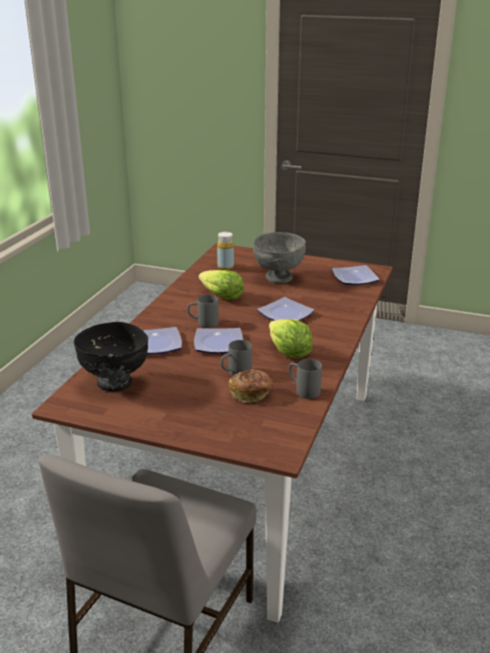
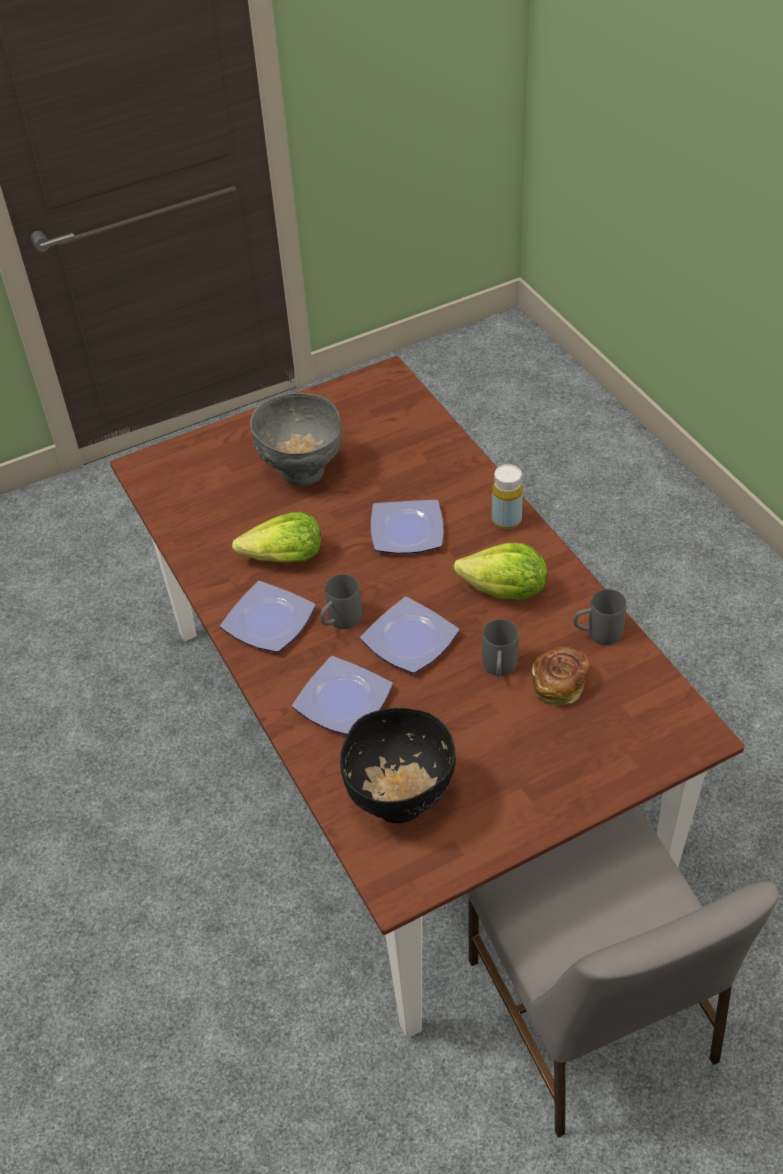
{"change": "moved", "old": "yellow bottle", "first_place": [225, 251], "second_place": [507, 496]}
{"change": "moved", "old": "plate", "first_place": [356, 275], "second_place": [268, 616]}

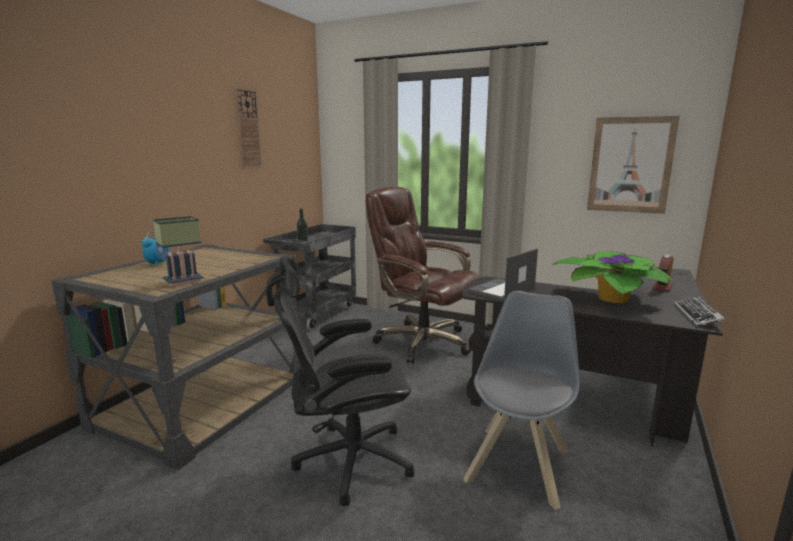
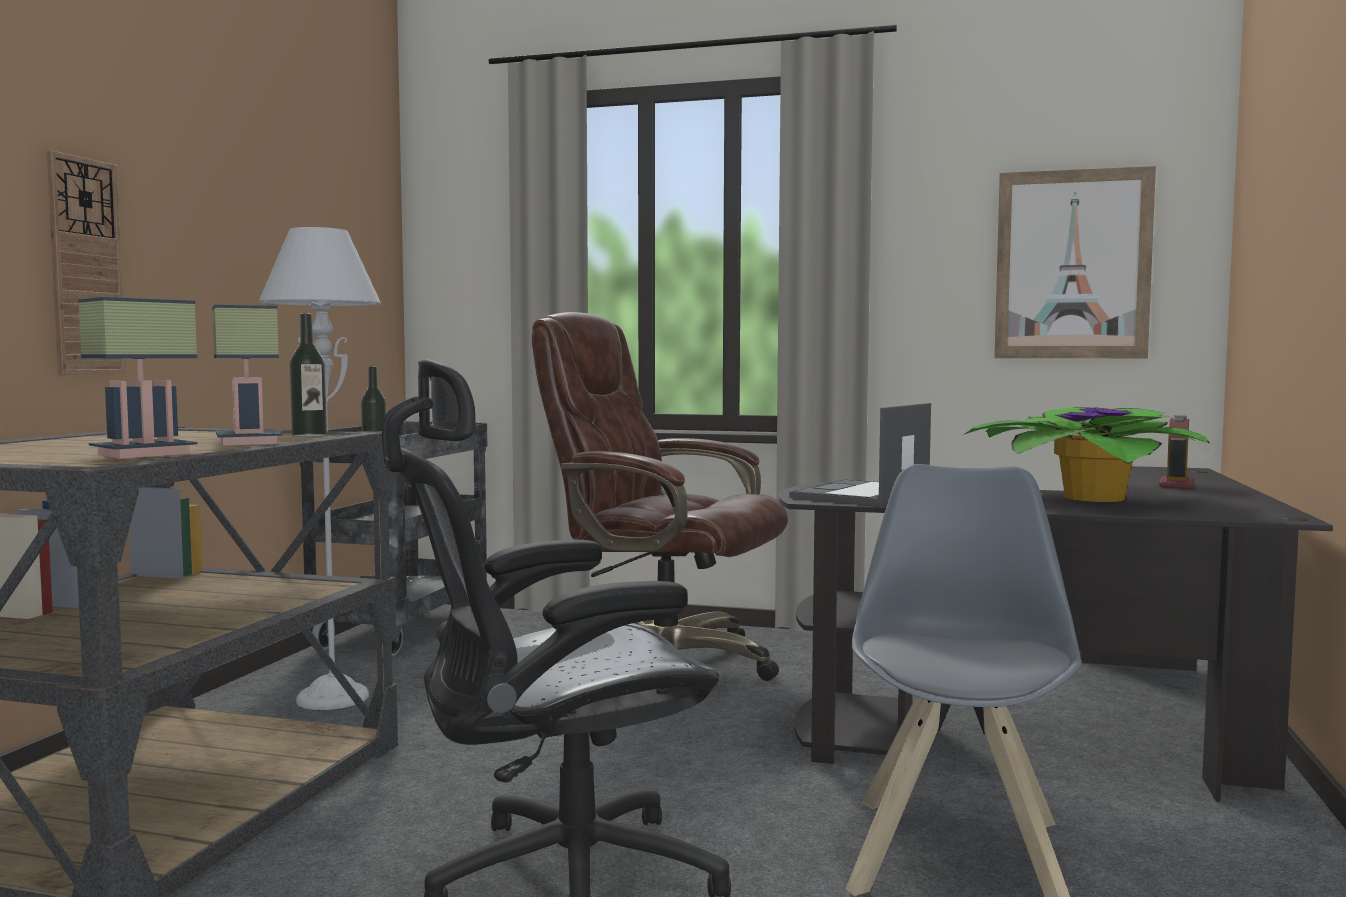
{"change": "removed", "old": "alarm clock", "first_place": [156, 249]}
{"change": "moved", "old": "wall clock", "first_place": [249, 128], "second_place": [86, 262]}
{"change": "removed", "old": "keyboard", "first_place": [700, 311]}
{"change": "added", "new": "table lamp", "second_place": [247, 375]}
{"change": "added", "new": "grey floor lamp", "second_place": [320, 468]}
{"change": "added", "new": "bottle", "second_place": [308, 375]}

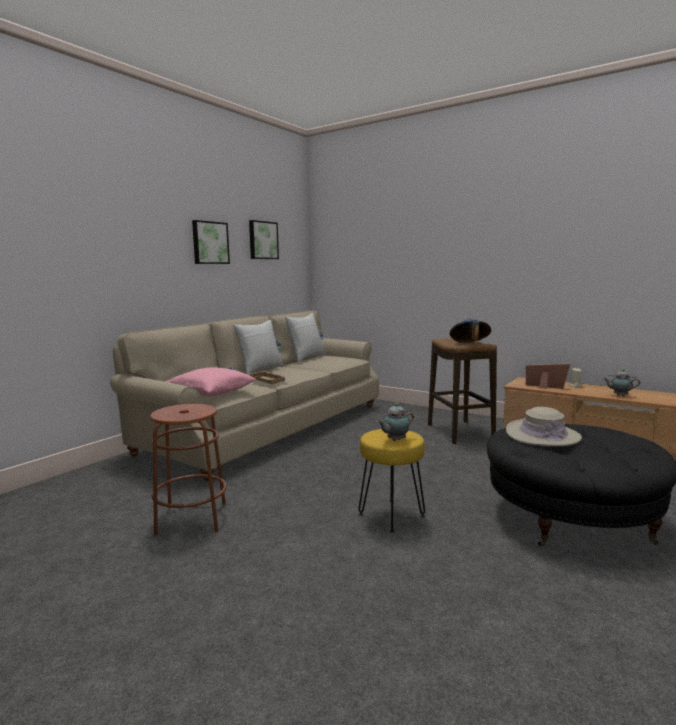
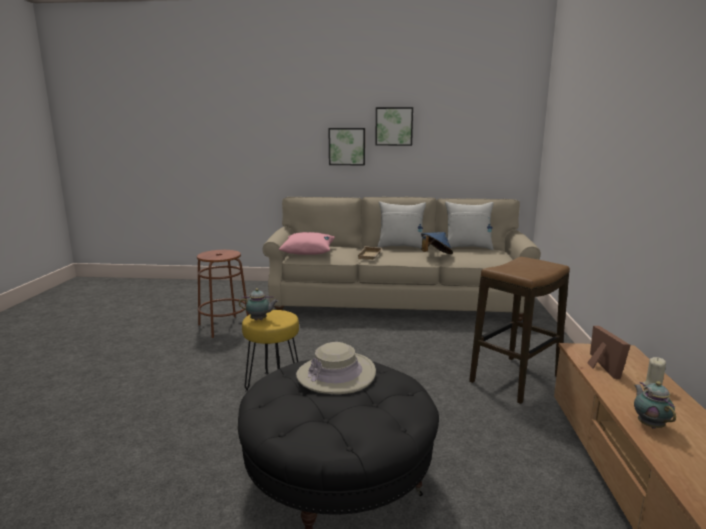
{"change": "moved", "old": "picture", "first_place": [264, 239], "second_place": [346, 146]}
{"change": "turned", "old": "teapot", "first_place": [395, 422], "second_place": [258, 304], "degrees": 150}
{"change": "moved", "old": "blue hat", "first_place": [470, 330], "second_place": [437, 243]}

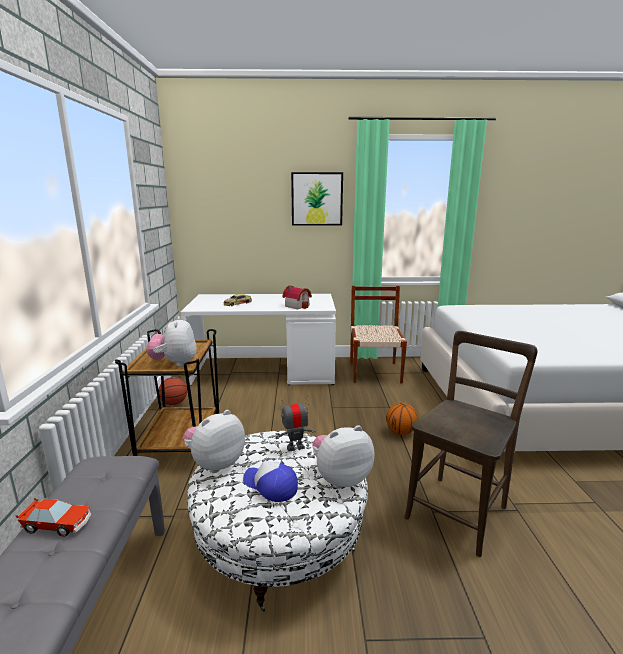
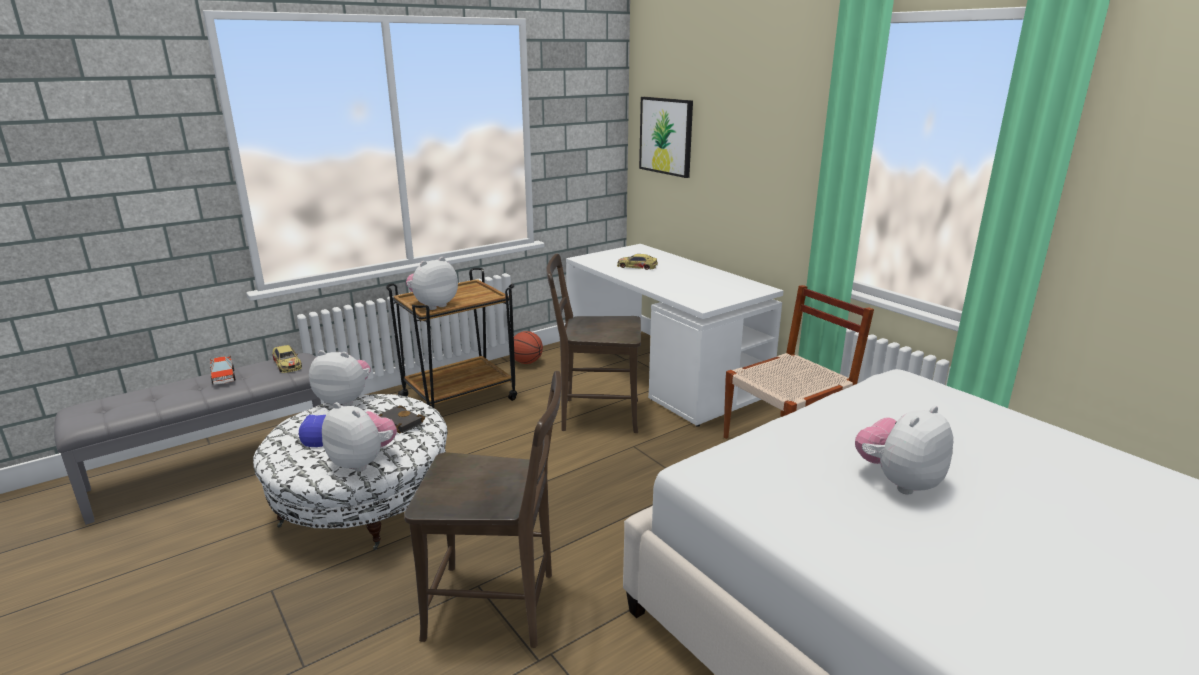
{"change": "replaced", "old": "toy robot", "new": "black book", "first_place": [295, 423], "second_place": [402, 419]}
{"change": "removed", "old": "toy house", "first_place": [297, 297]}
{"change": "moved", "old": "picture", "first_place": [317, 199], "second_place": [666, 137]}
{"change": "removed", "old": "basketball", "first_place": [402, 419]}
{"change": "added", "new": "toy car", "second_place": [287, 359]}
{"change": "added", "new": "brown chair", "second_place": [593, 343]}
{"change": "added", "new": "plush toy", "second_place": [904, 450]}

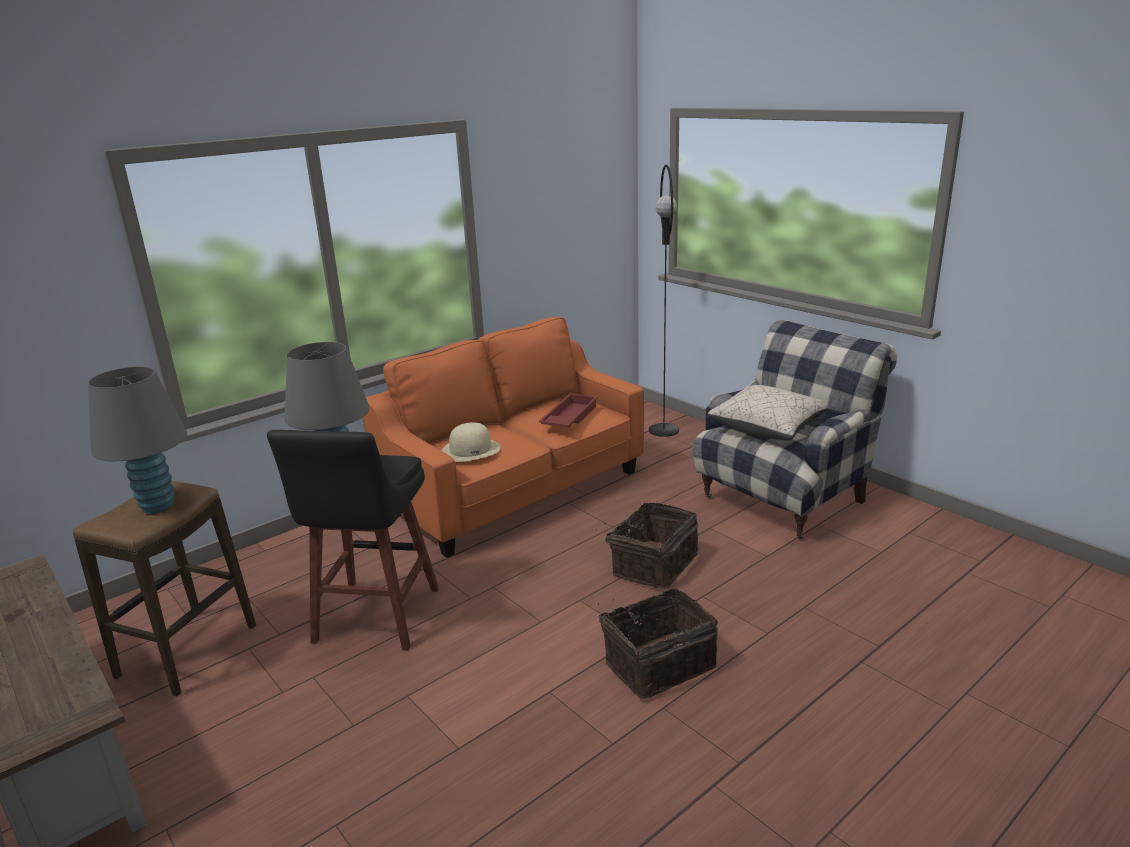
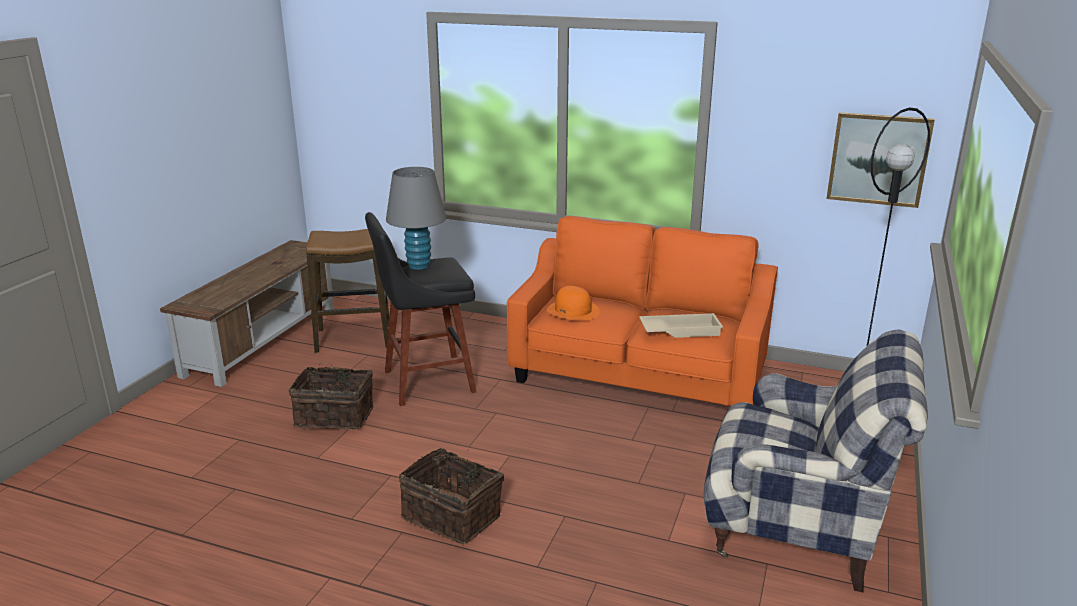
{"change": "removed", "old": "grey table lamp", "first_place": [137, 440]}
{"change": "recoloured", "old": "beige hat", "new": "orange hat", "first_place": [471, 442], "second_place": [573, 303]}
{"change": "recoloured", "old": "red tray", "new": "beige tray", "first_place": [568, 410], "second_place": [681, 325]}
{"change": "moved", "old": "basket", "first_place": [647, 546], "second_place": [331, 396]}
{"change": "removed", "old": "beige pillow", "first_place": [767, 412]}
{"change": "added", "new": "picture", "second_place": [880, 160]}

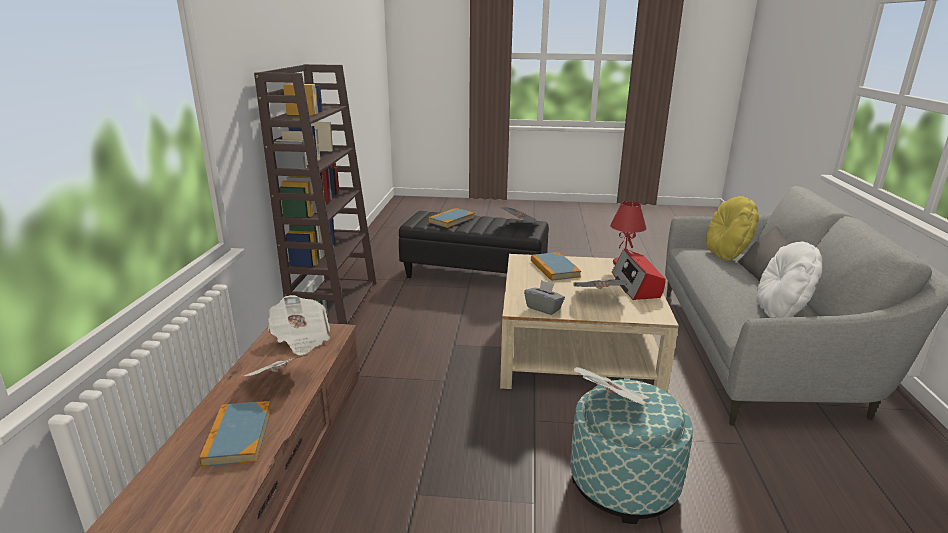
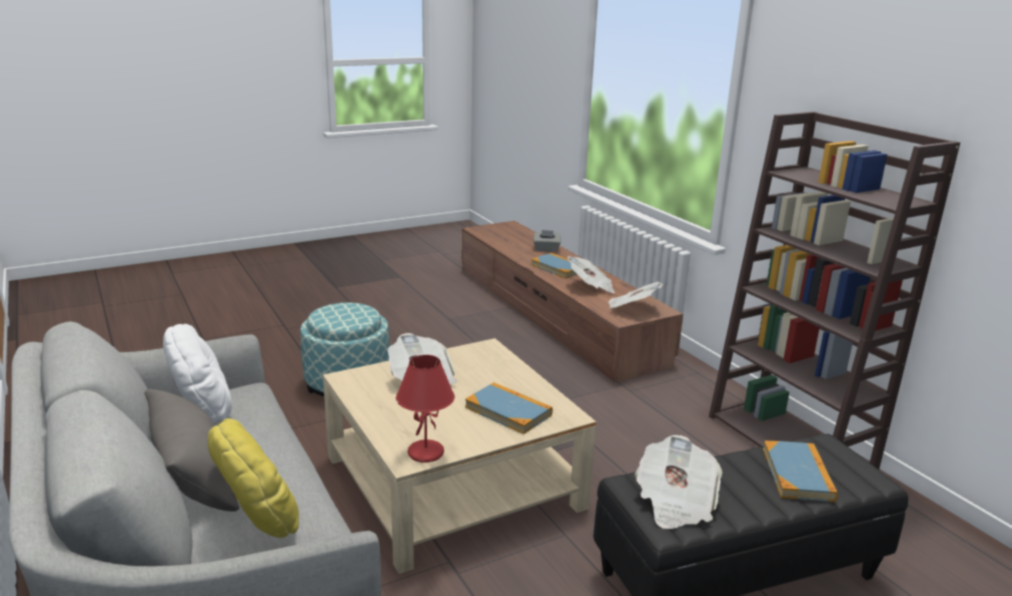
{"change": "moved", "old": "grey tissue box", "first_place": [544, 297], "second_place": [547, 241]}
{"change": "removed", "old": "newspaper", "first_place": [611, 386]}
{"change": "removed", "old": "radio", "first_place": [638, 274]}

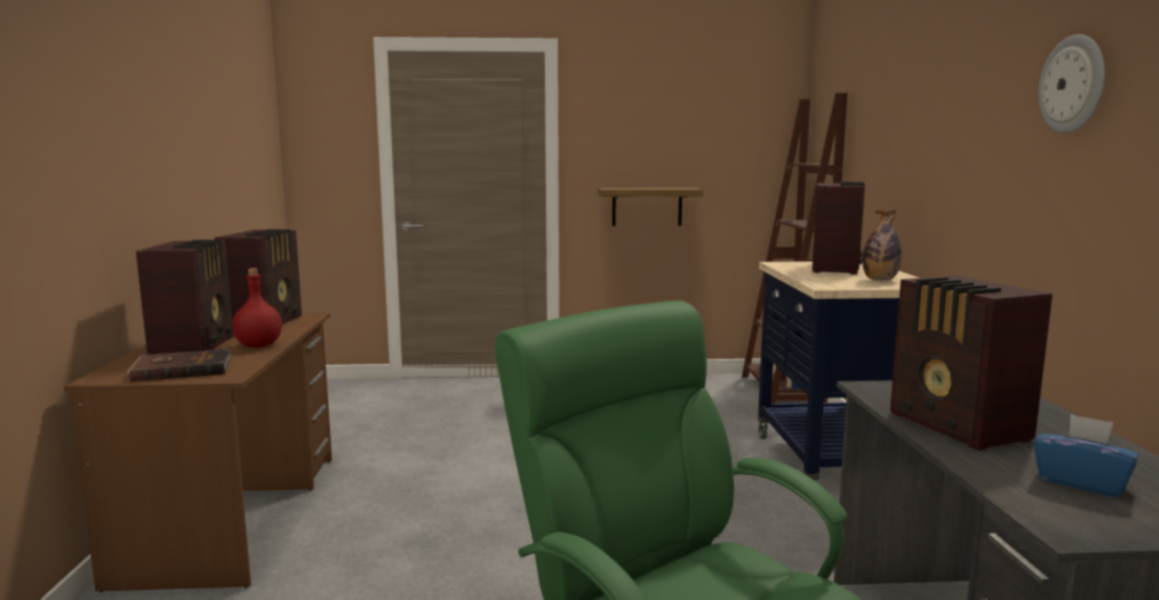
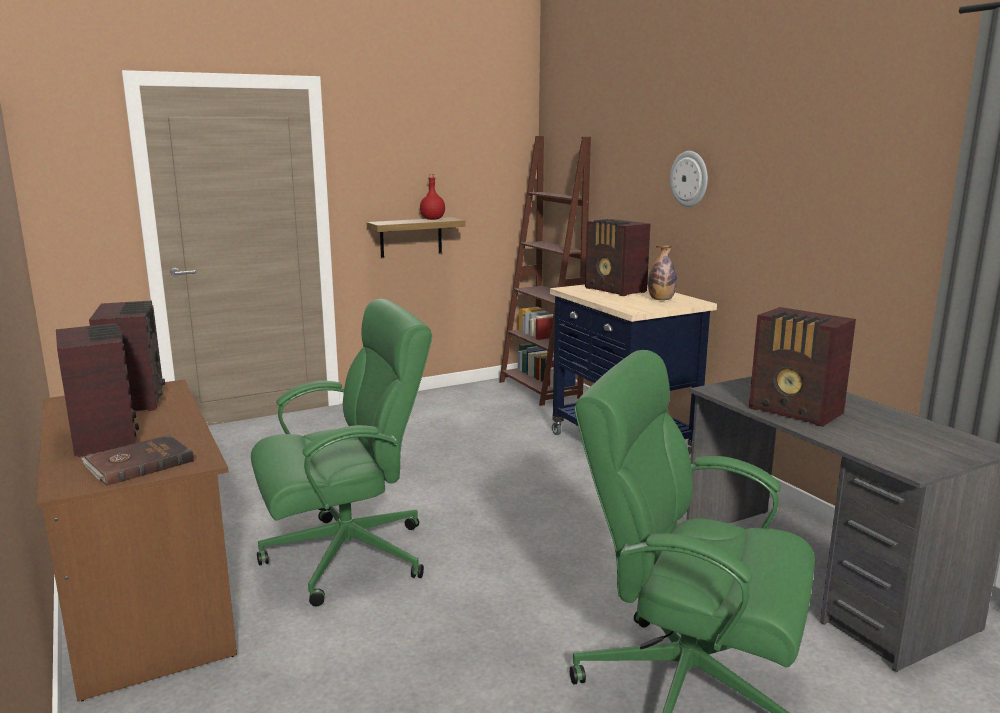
{"change": "moved", "old": "red bottle", "first_place": [257, 308], "second_place": [432, 197]}
{"change": "turned", "old": "radio", "first_place": [838, 228], "second_place": [617, 257], "degrees": 150}
{"change": "removed", "old": "blue tissue box", "first_place": [1086, 456]}
{"change": "moved", "old": "wall clock", "first_place": [1071, 83], "second_place": [689, 179]}
{"change": "added", "new": "green office chair", "second_place": [341, 452]}

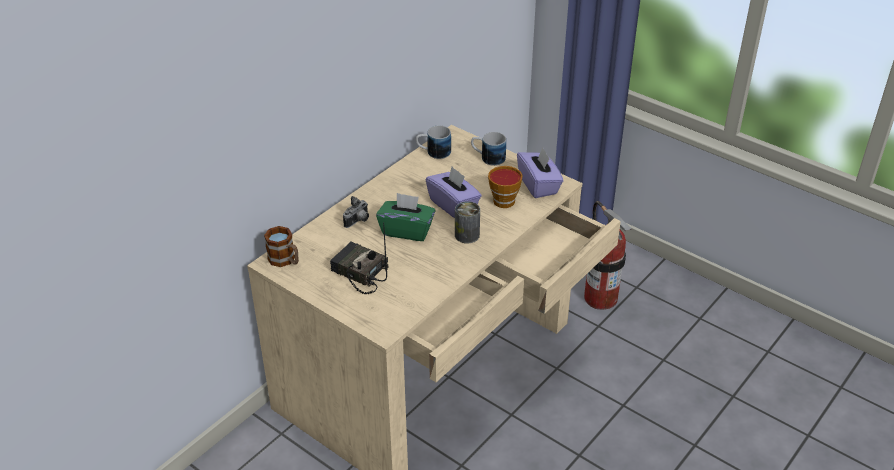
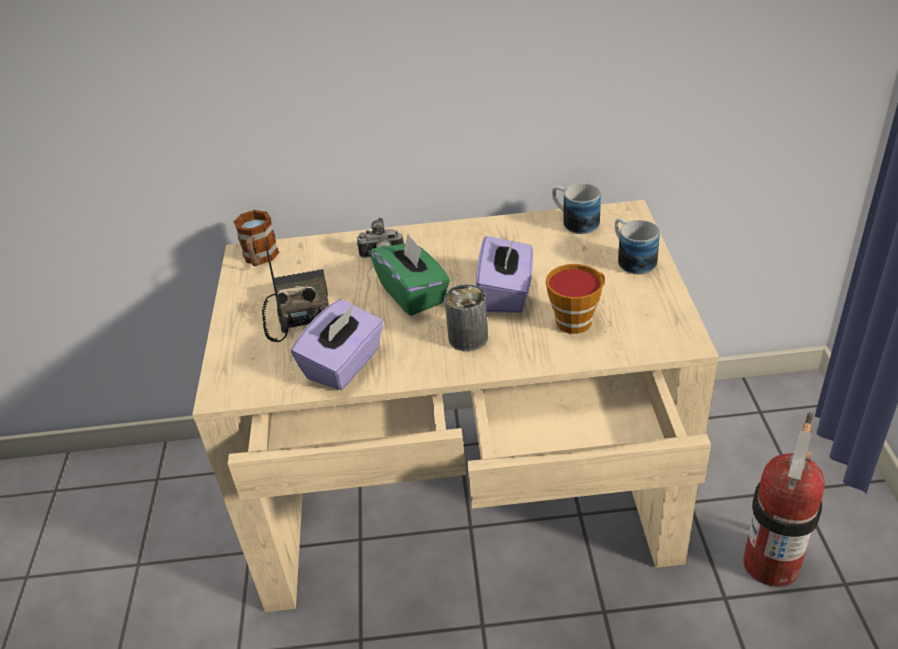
{"change": "moved", "old": "purple tissue box", "first_place": [540, 172], "second_place": [337, 344]}

